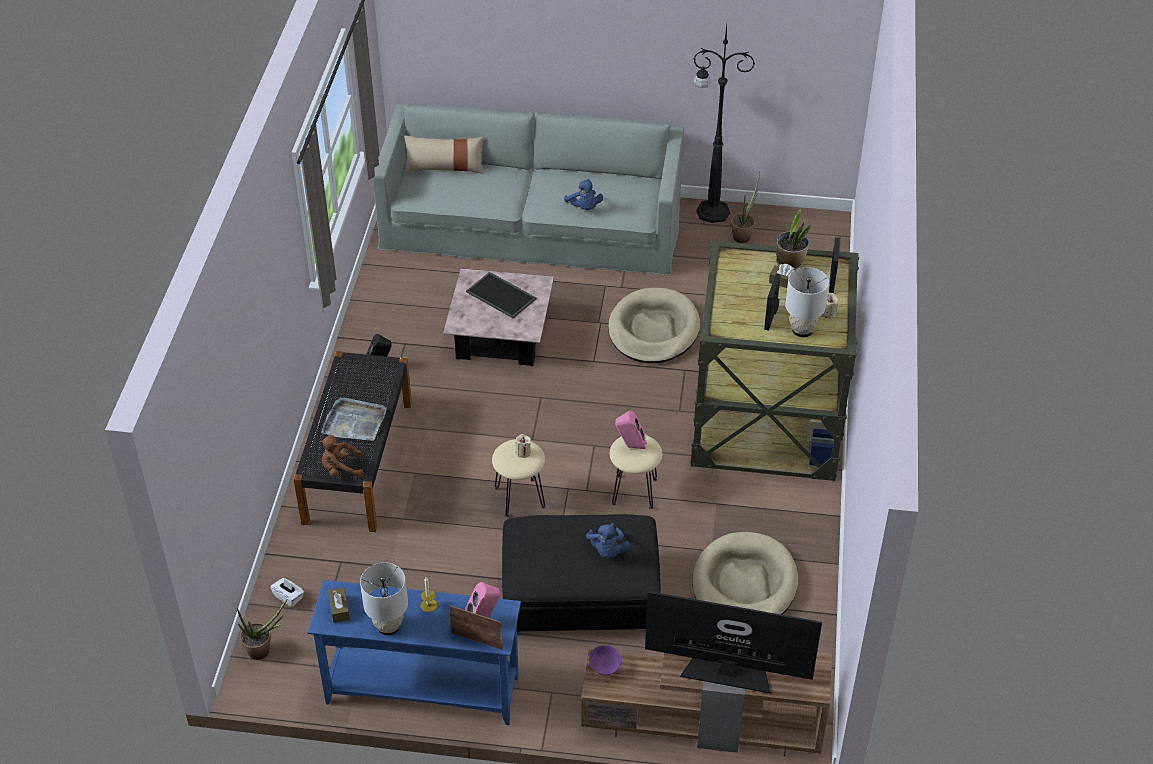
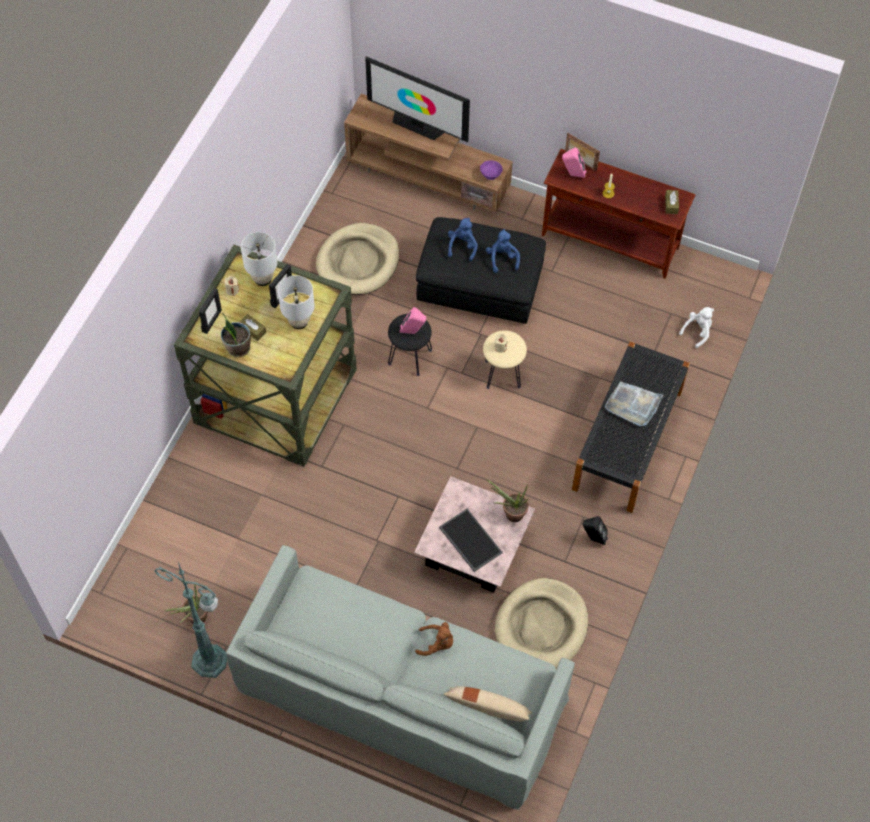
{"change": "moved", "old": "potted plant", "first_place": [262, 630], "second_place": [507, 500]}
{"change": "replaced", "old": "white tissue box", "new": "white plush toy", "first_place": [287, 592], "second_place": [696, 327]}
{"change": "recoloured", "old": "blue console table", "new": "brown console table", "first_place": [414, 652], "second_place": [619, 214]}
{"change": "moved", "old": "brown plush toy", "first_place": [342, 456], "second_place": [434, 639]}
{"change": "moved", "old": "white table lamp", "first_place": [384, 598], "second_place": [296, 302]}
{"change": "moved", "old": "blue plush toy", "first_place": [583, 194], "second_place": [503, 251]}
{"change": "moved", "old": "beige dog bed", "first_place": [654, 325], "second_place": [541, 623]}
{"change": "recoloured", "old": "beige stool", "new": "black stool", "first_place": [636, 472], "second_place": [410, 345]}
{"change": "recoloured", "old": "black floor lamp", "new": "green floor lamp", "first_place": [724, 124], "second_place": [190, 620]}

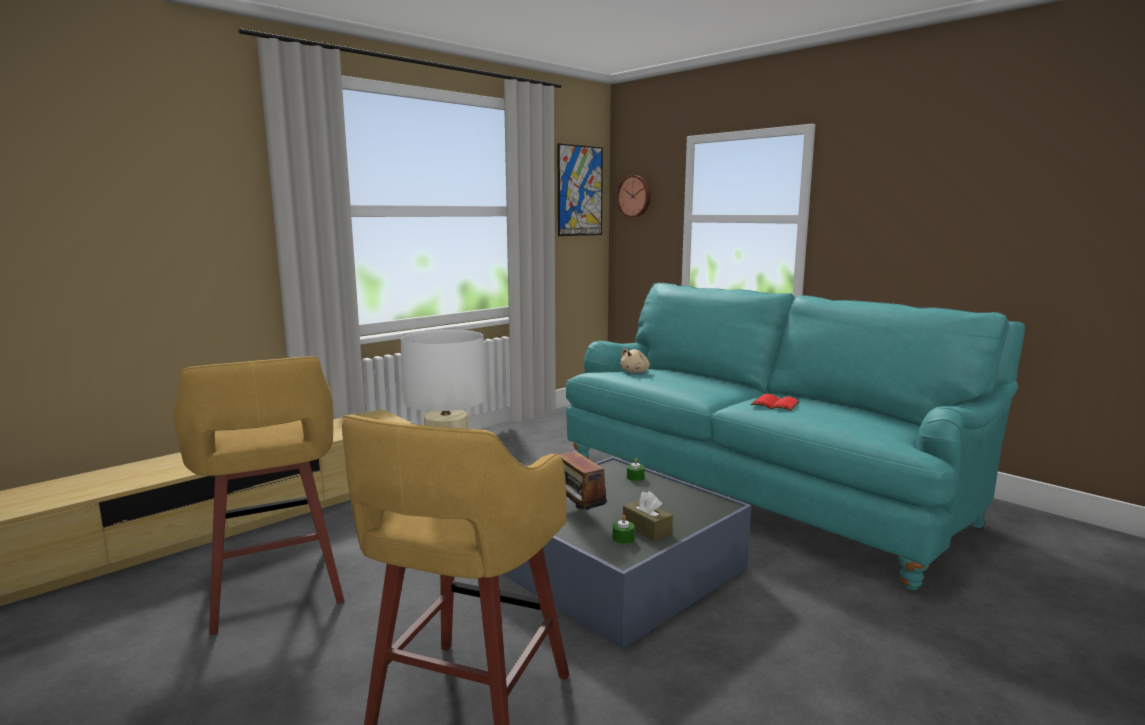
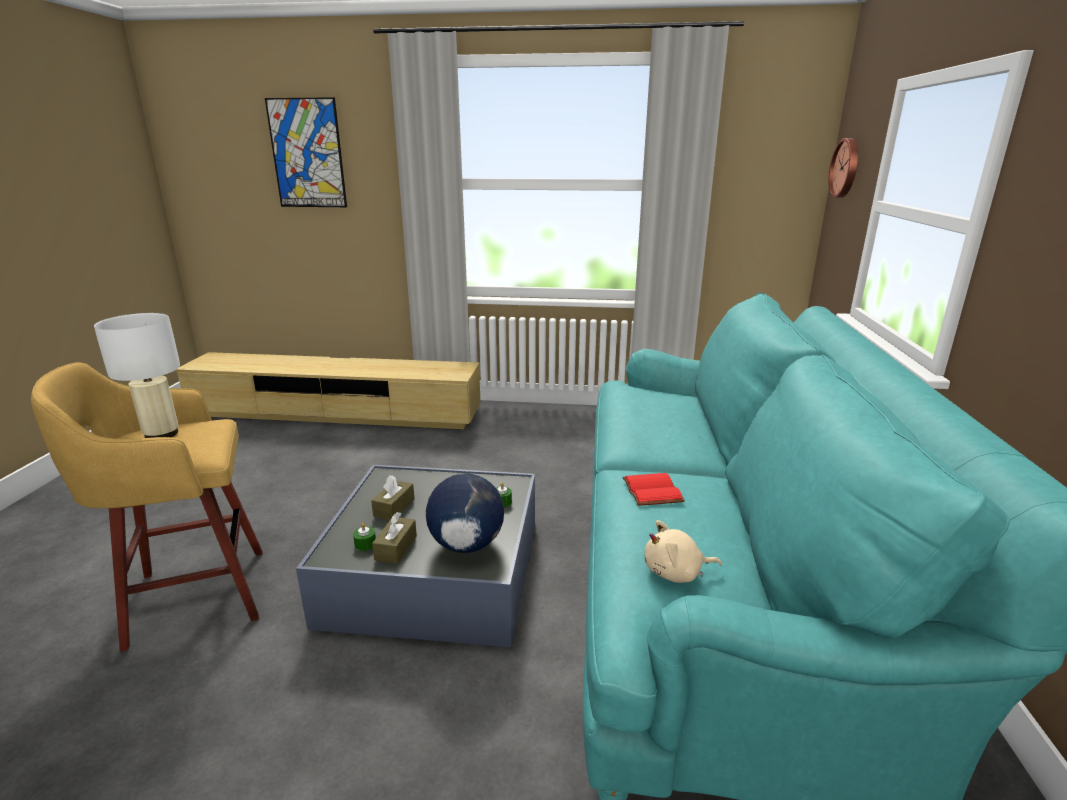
{"change": "removed", "old": "yellow stool", "first_place": [258, 495]}
{"change": "moved", "old": "picture", "first_place": [580, 189], "second_place": [306, 152]}
{"change": "replaced", "old": "radio", "new": "brown tissue box", "first_place": [582, 476], "second_place": [393, 497]}
{"change": "moved", "old": "beige plush toy", "first_place": [635, 360], "second_place": [683, 551]}
{"change": "added", "new": "globe", "second_place": [465, 513]}

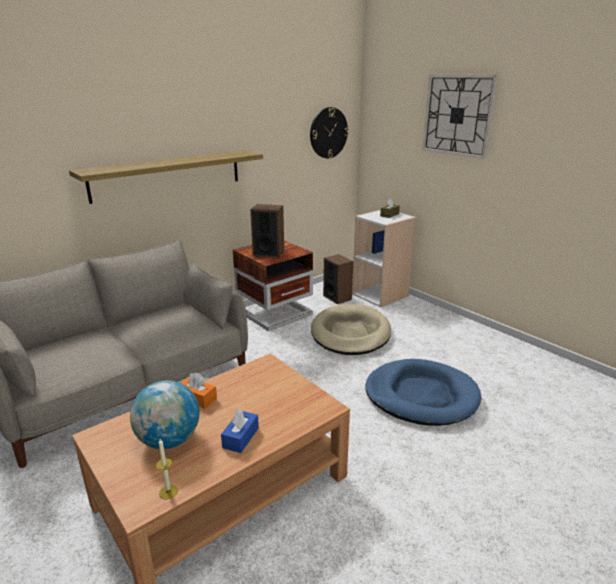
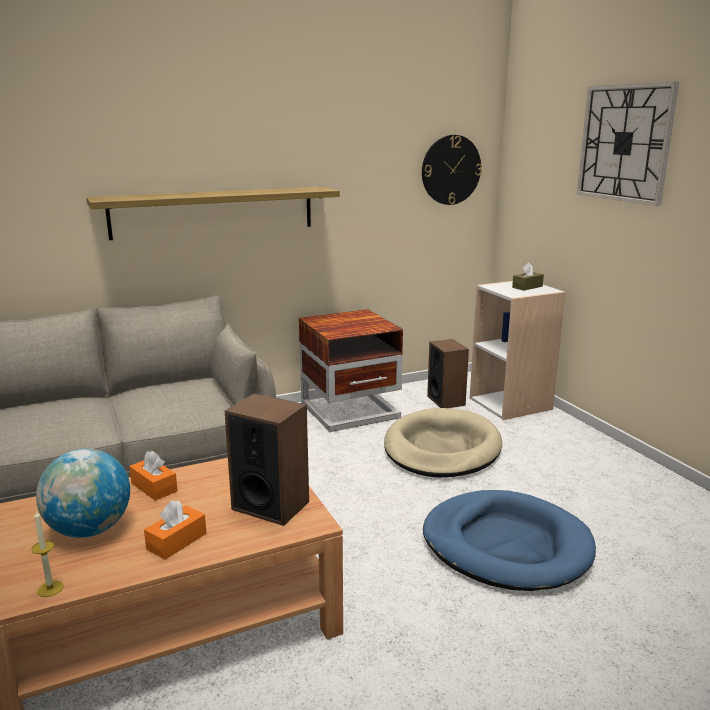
{"change": "recoloured", "old": "blue tissue box", "new": "orange tissue box", "first_place": [240, 431], "second_place": [175, 530]}
{"change": "moved", "old": "speaker", "first_place": [267, 231], "second_place": [267, 459]}

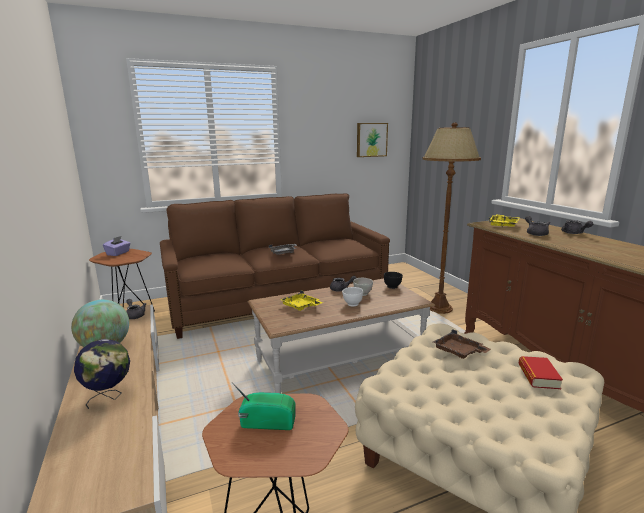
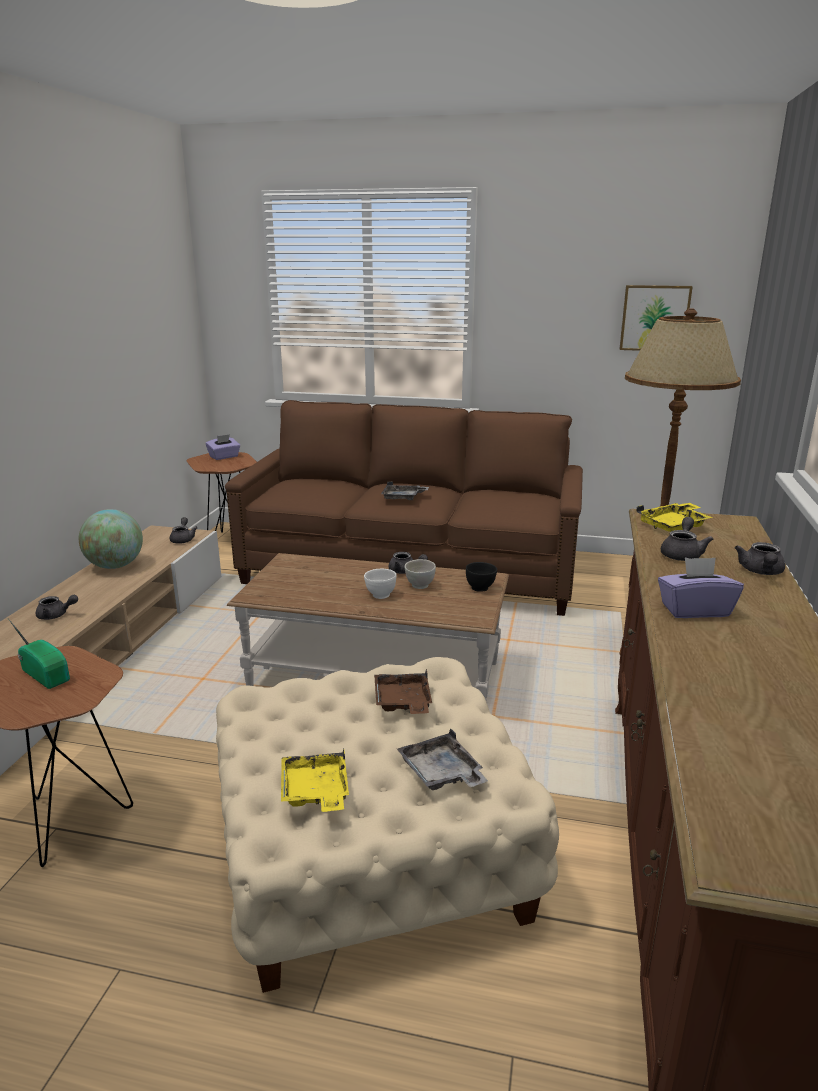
{"change": "replaced", "old": "globe", "new": "grey teapot", "first_place": [102, 374], "second_place": [57, 607]}
{"change": "moved", "old": "yellow tray", "first_place": [301, 300], "second_place": [315, 780]}
{"change": "replaced", "old": "book", "new": "grey tray", "first_place": [540, 372], "second_place": [442, 759]}
{"change": "added", "new": "purple tissue box", "second_place": [701, 588]}

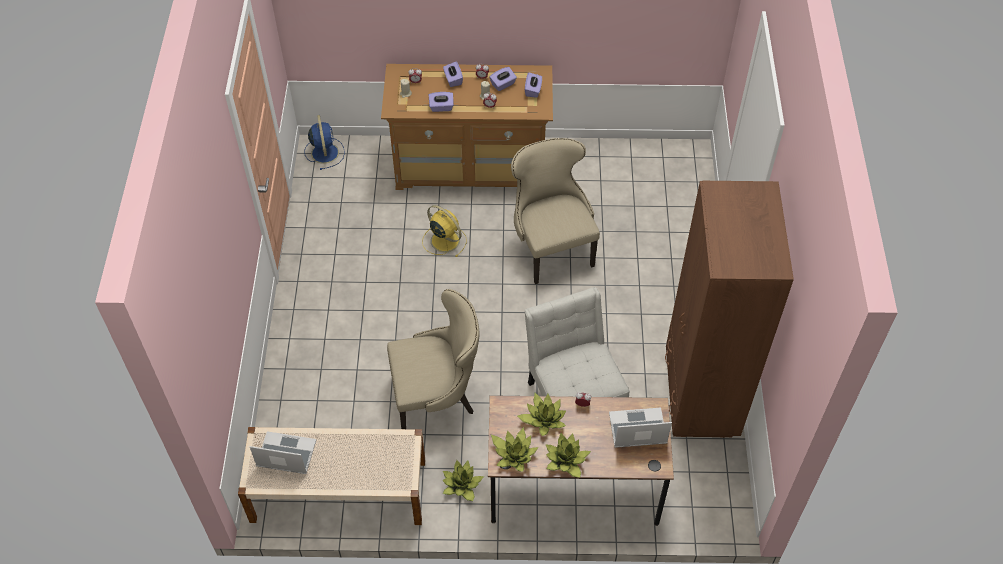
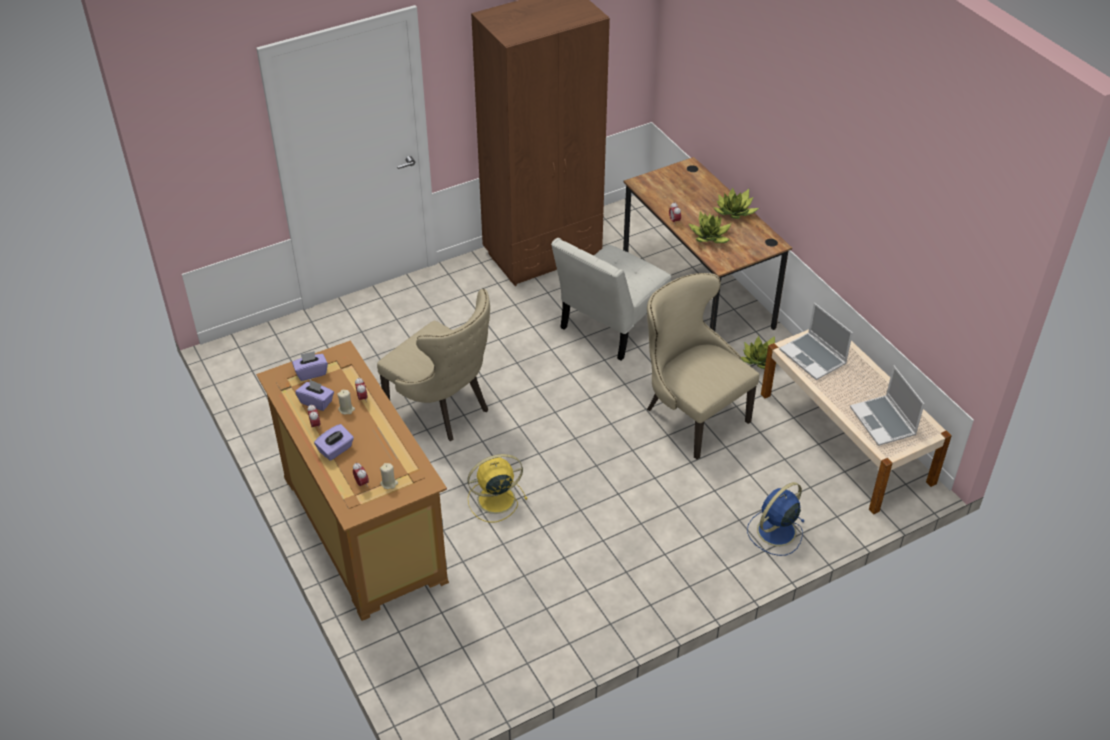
{"change": "moved", "old": "blue fan", "first_place": [324, 142], "second_place": [776, 519]}
{"change": "turned", "old": "yellow fan", "first_place": [444, 231], "second_place": [497, 488], "degrees": 60}
{"change": "removed", "old": "purple tissue box", "first_place": [441, 102]}
{"change": "removed", "old": "potted plant", "first_place": [515, 449]}
{"change": "turned", "old": "beige chair", "first_place": [555, 211], "second_place": [433, 365], "degrees": -90}
{"change": "moved", "old": "laptop", "first_place": [640, 428], "second_place": [816, 341]}

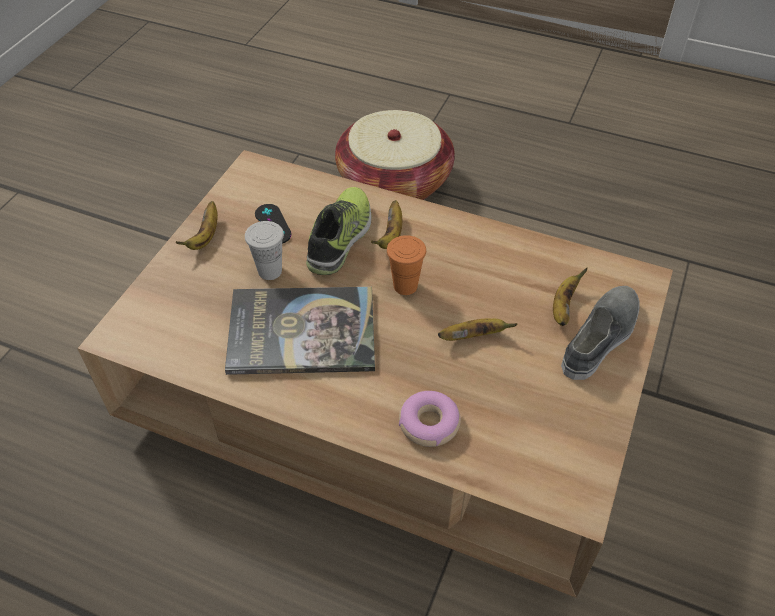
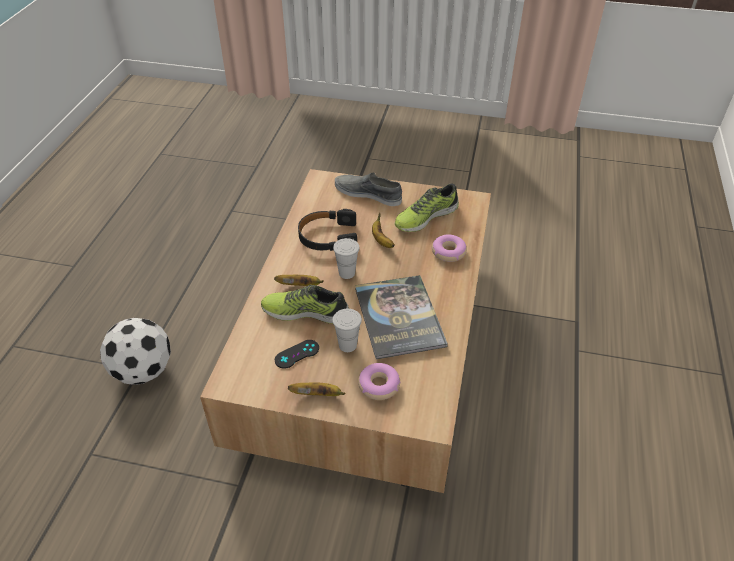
{"change": "replaced", "old": "basket", "new": "football", "first_place": [395, 155], "second_place": [135, 351]}
{"change": "recoloured", "old": "orange cup", "new": "white cup", "first_place": [406, 265], "second_place": [346, 258]}
{"change": "removed", "old": "banana", "first_place": [570, 297]}
{"change": "added", "new": "black headphones", "second_place": [327, 230]}
{"change": "added", "new": "donut", "second_place": [379, 381]}
{"change": "added", "new": "shoe", "second_place": [427, 207]}

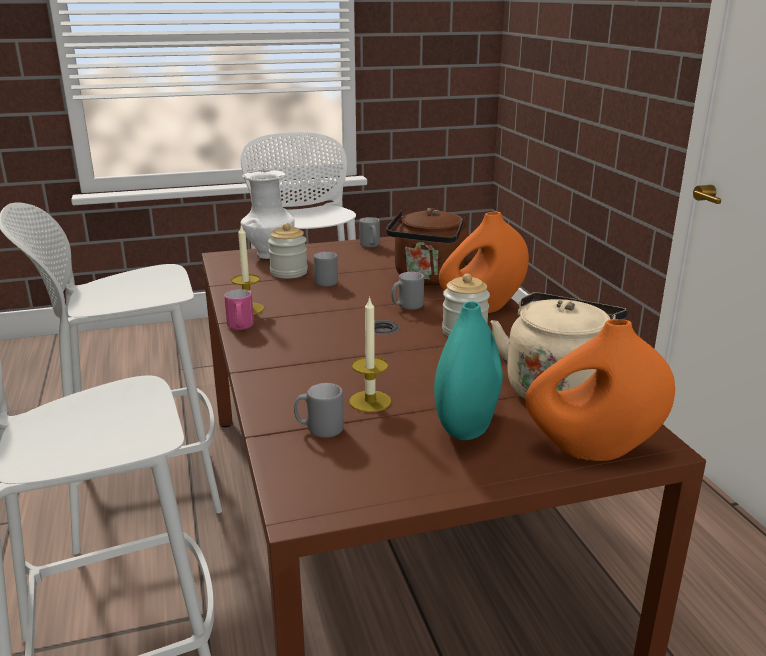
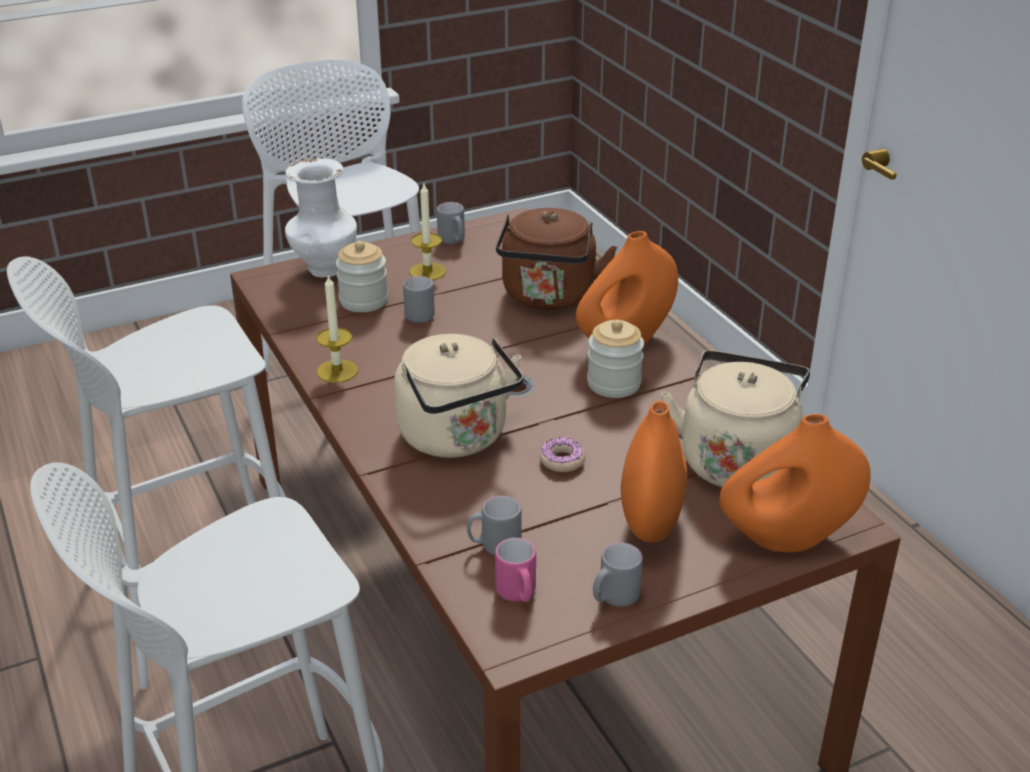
{"change": "moved", "old": "pink mug", "first_place": [239, 309], "second_place": [515, 570]}
{"change": "moved", "old": "candle", "first_place": [370, 354], "second_place": [428, 232]}
{"change": "moved", "old": "grey mug", "first_place": [407, 291], "second_place": [618, 575]}
{"change": "recoloured", "old": "turquoise vase", "new": "orange vase", "first_place": [468, 370], "second_place": [654, 471]}
{"change": "added", "new": "beige kettle", "second_place": [459, 396]}
{"change": "added", "new": "donut", "second_place": [563, 454]}

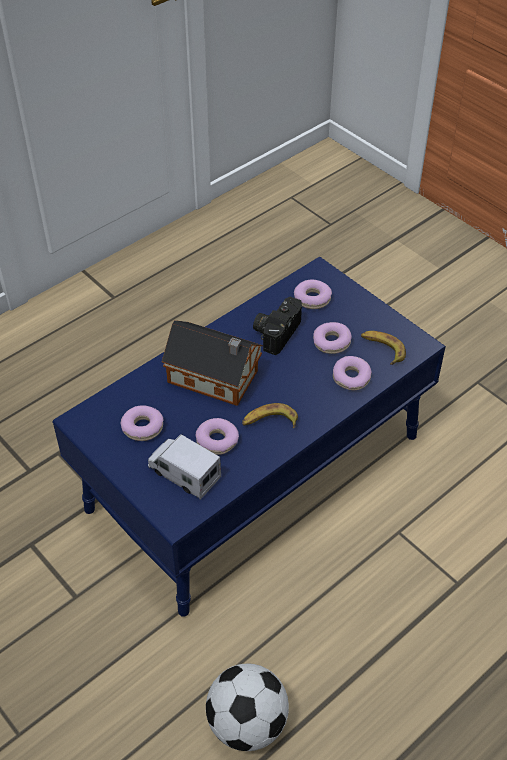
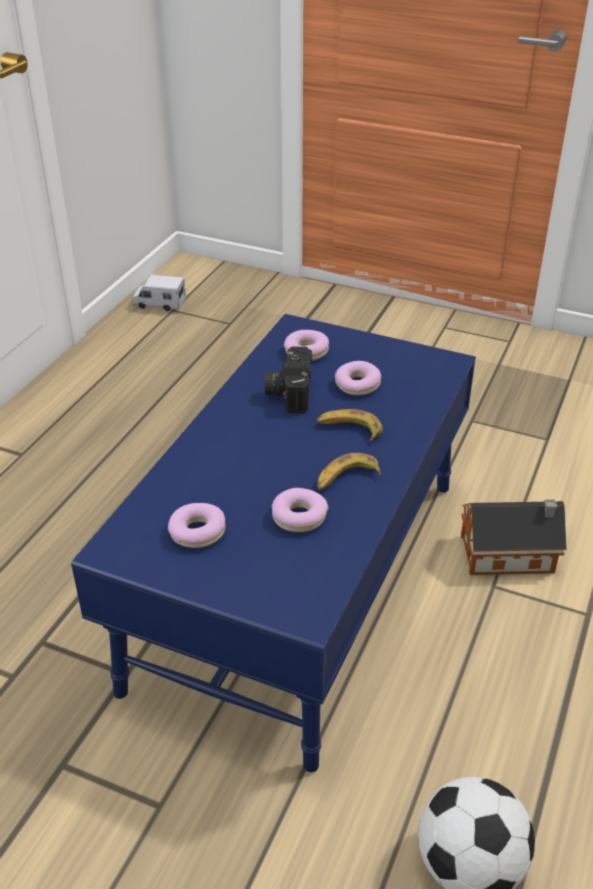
{"change": "moved", "old": "toy truck", "first_place": [184, 467], "second_place": [159, 293]}
{"change": "moved", "old": "toy house", "first_place": [212, 363], "second_place": [514, 537]}
{"change": "removed", "old": "donut", "first_place": [352, 373]}
{"change": "moved", "old": "banana", "first_place": [383, 348], "second_place": [350, 425]}

